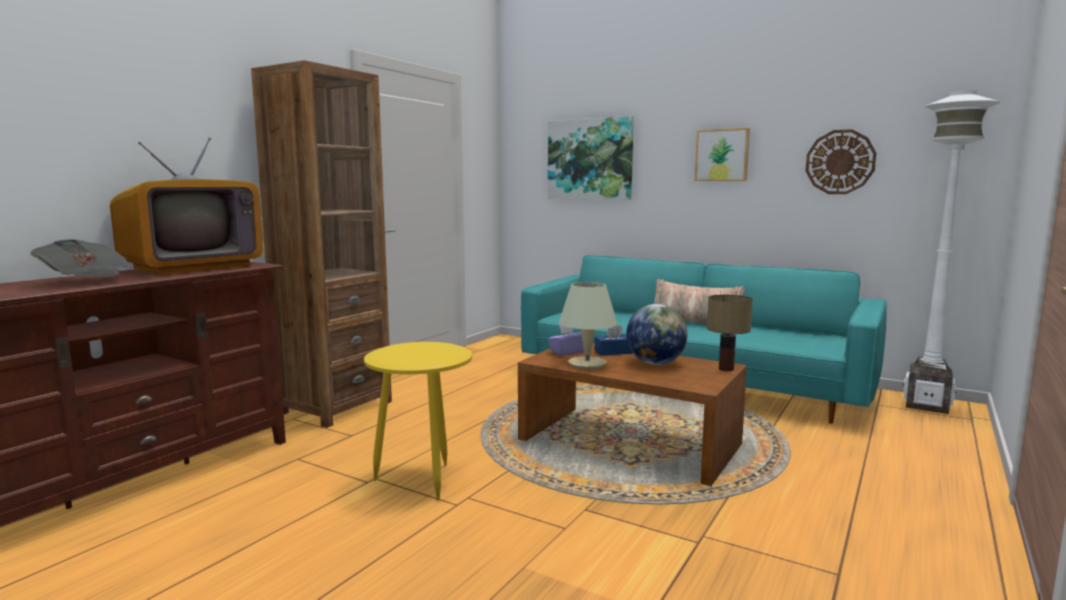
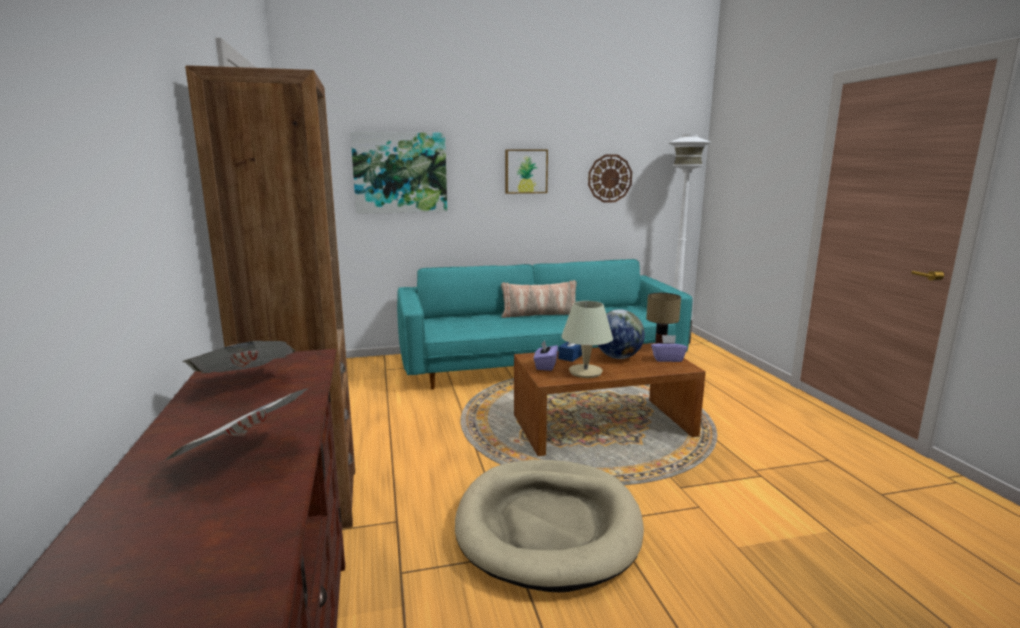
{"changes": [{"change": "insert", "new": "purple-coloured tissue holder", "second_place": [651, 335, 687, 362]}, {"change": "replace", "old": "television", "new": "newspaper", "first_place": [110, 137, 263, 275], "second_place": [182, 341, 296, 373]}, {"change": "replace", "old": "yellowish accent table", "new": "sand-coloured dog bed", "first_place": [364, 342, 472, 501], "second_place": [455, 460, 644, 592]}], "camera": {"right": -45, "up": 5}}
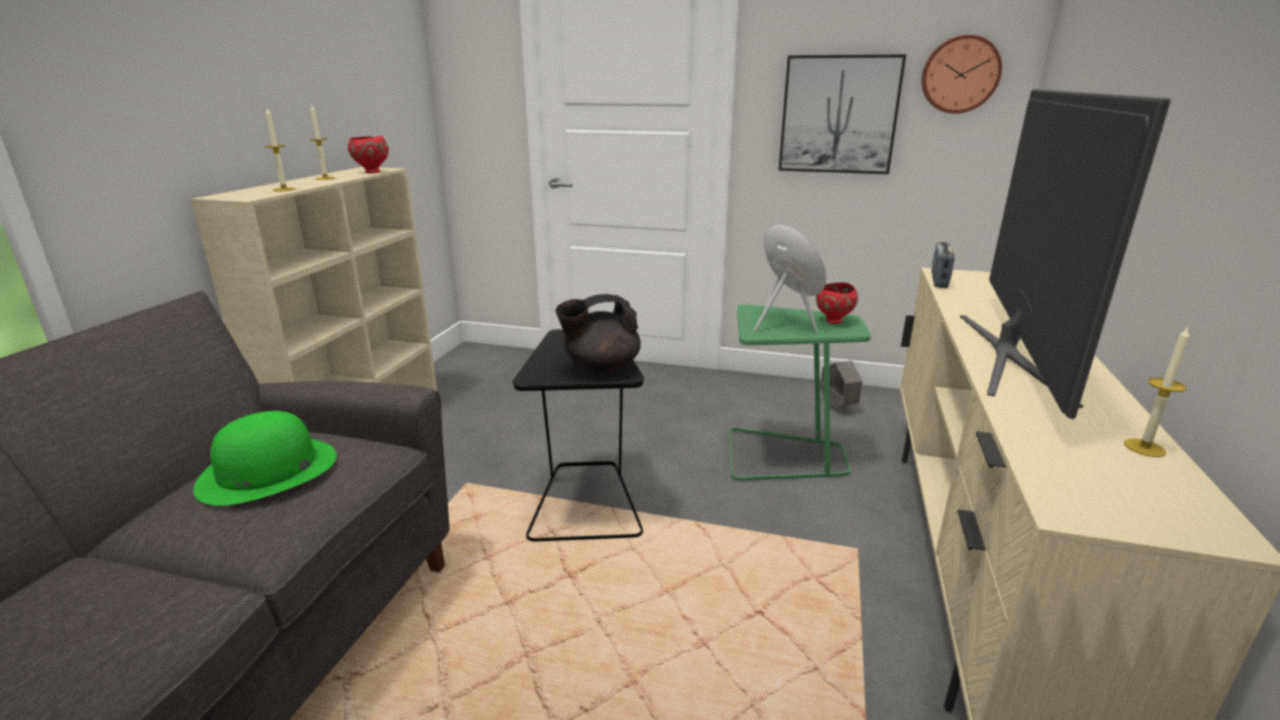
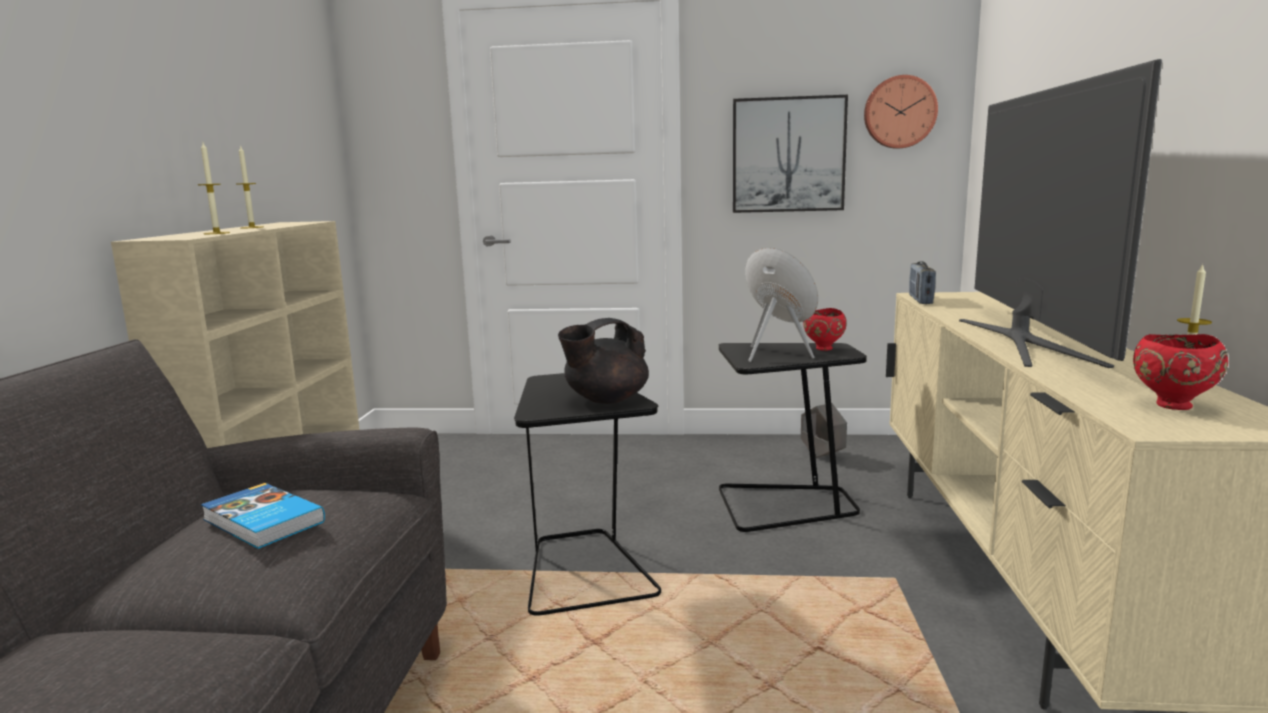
{"changes": [{"change": "move", "old": "red bowl", "first_place": [348, 136, 389, 173], "second_place": [1133, 334, 1228, 410]}, {"change": "replace", "old": "green hat", "new": "bound book", "first_place": [193, 411, 337, 505], "second_place": [201, 483, 325, 549]}, {"change": "recolor", "old": "green accent table", "new": "black accent table", "first_place": [729, 304, 871, 481], "second_place": [719, 343, 867, 532]}], "camera": {"right": -10, "up": -10}}
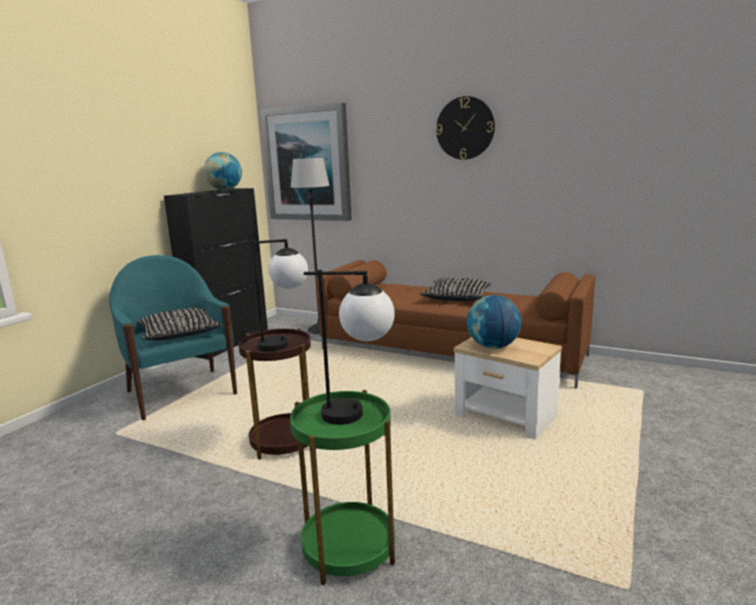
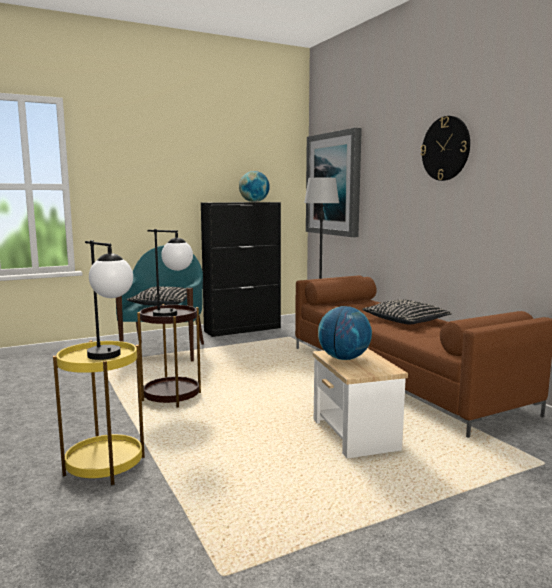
{"changes": [{"change": "recolor", "old": "green accent table", "new": "yellowish accent table", "first_place": [290, 390, 395, 585], "second_place": [53, 340, 145, 485]}], "camera": {"right": 35, "up": -5}}
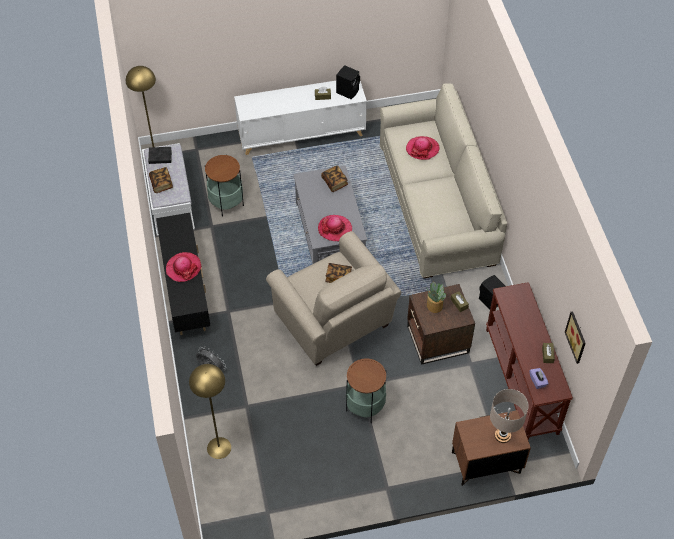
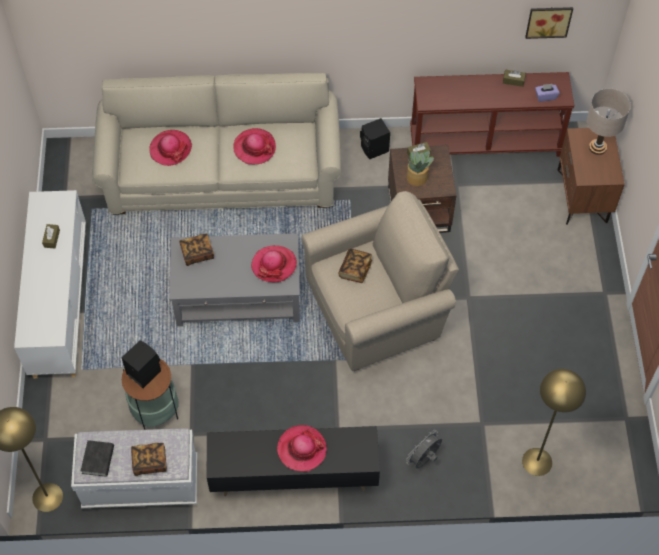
{"changes": [{"change": "delete", "old": "accent table", "first_place": [346, 358, 386, 423]}, {"change": "insert", "new": "hat", "second_place": [233, 128, 276, 165]}, {"change": "move", "old": "black audio speaker", "first_place": [336, 65, 360, 99], "second_place": [121, 340, 161, 388]}], "camera": {"right": -80, "up": 5}}
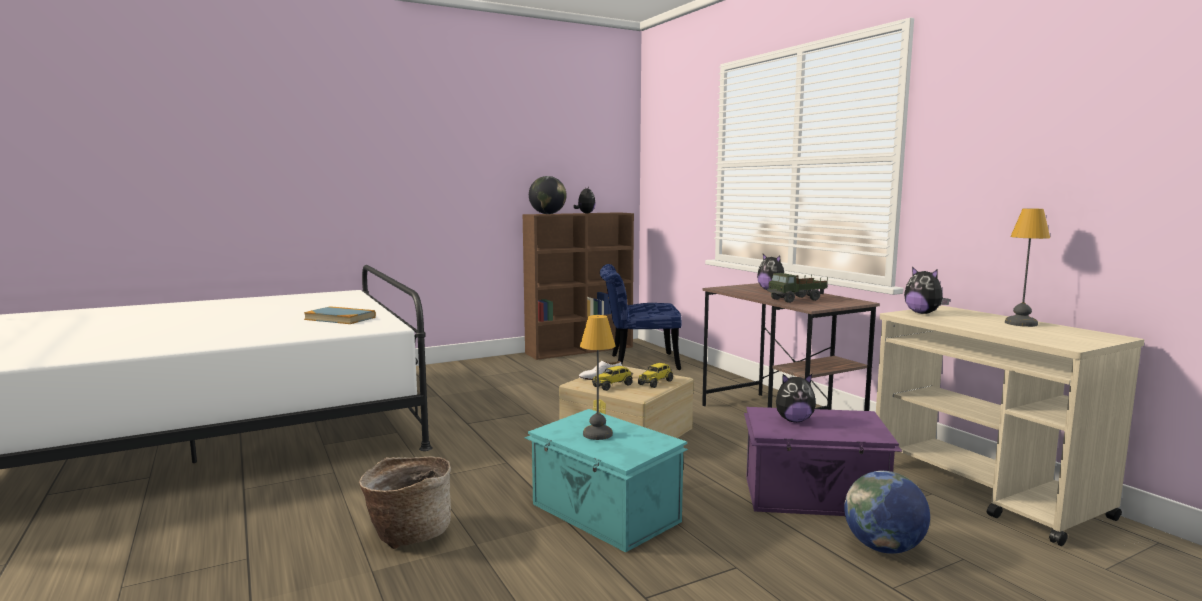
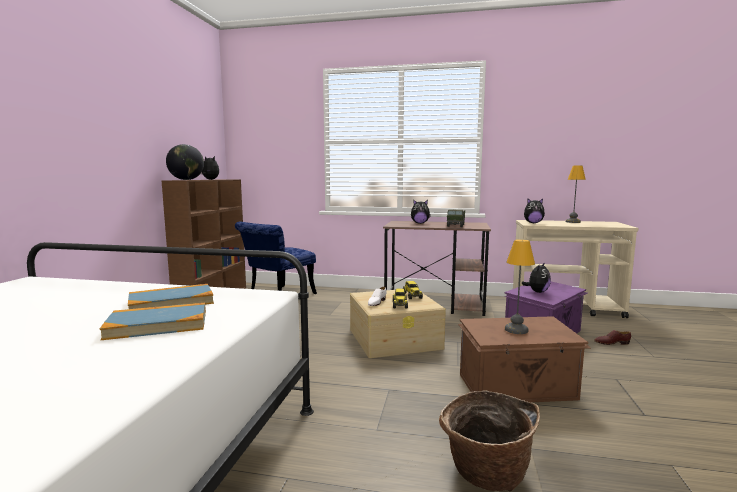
{"changes": [{"change": "insert", "new": "bound book", "second_place": [100, 303, 206, 340]}, {"change": "replace", "old": "desk globe", "new": "brownish shoe", "first_place": [844, 471, 930, 554], "second_place": [594, 330, 631, 345]}, {"change": "recolor", "old": "turquoise-coloured storage bin", "new": "brownish storage bin", "first_place": [524, 409, 688, 552], "second_place": [458, 316, 591, 402]}], "camera": {"right": -50, "up": 0}}
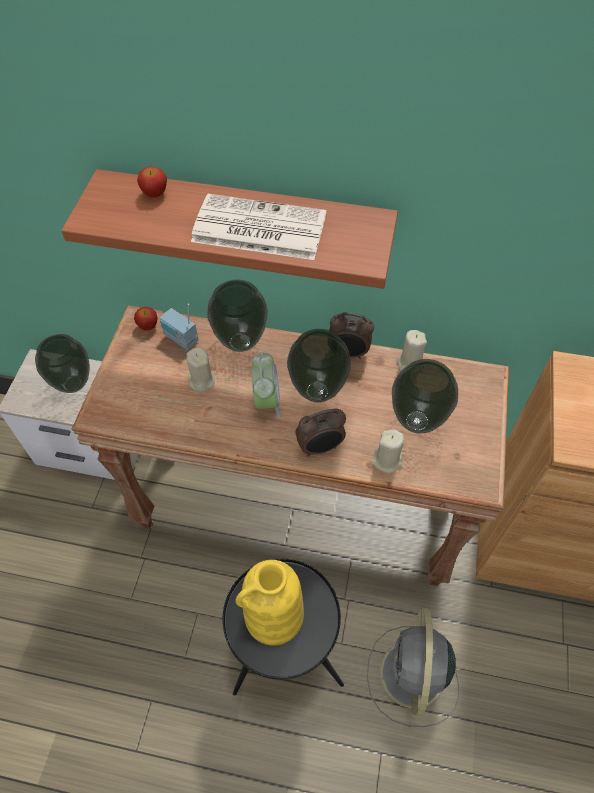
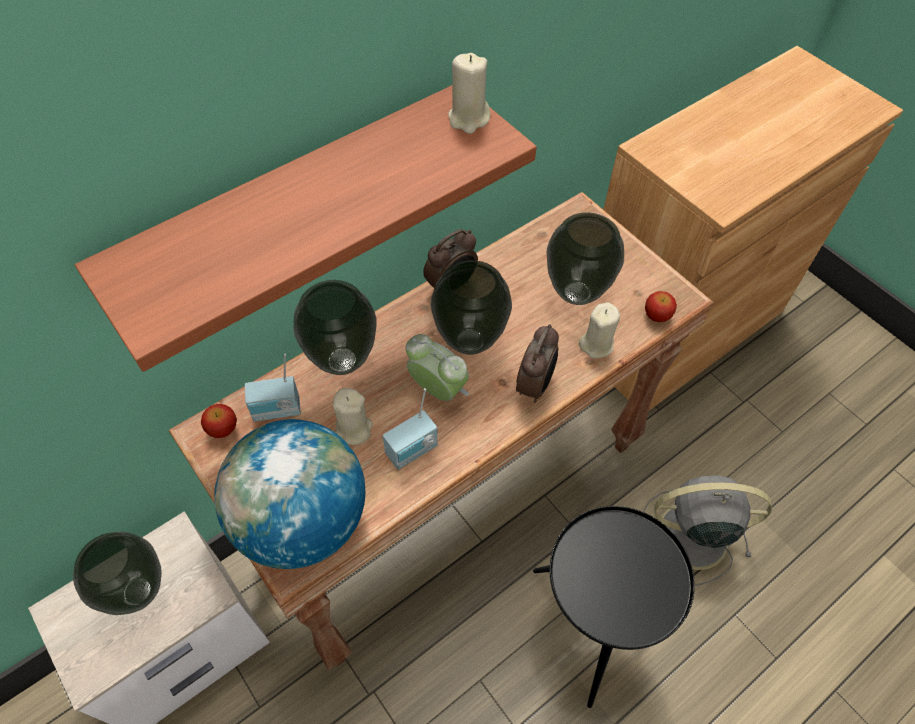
{"changes": [{"change": "delete", "old": "newspaper", "first_place": [191, 194, 326, 260]}, {"change": "delete", "old": "yellowish flower vase", "first_place": [236, 560, 304, 645]}, {"change": "insert", "new": "desk globe", "second_place": [214, 419, 365, 569]}, {"change": "insert", "new": "radio set", "second_place": [383, 388, 438, 470]}, {"change": "move", "old": "apple fruit", "first_place": [137, 167, 167, 197], "second_place": [645, 291, 677, 322]}, {"change": "move", "old": "sand-coloured wax candle", "first_place": [396, 330, 427, 371], "second_place": [448, 53, 491, 134]}, {"change": "rotate", "old": "gray cooling fan", "first_place": [367, 608, 459, 727], "second_place": [643, 475, 772, 586], "degrees": 135}], "camera": {"right": -50, "up": 0}}
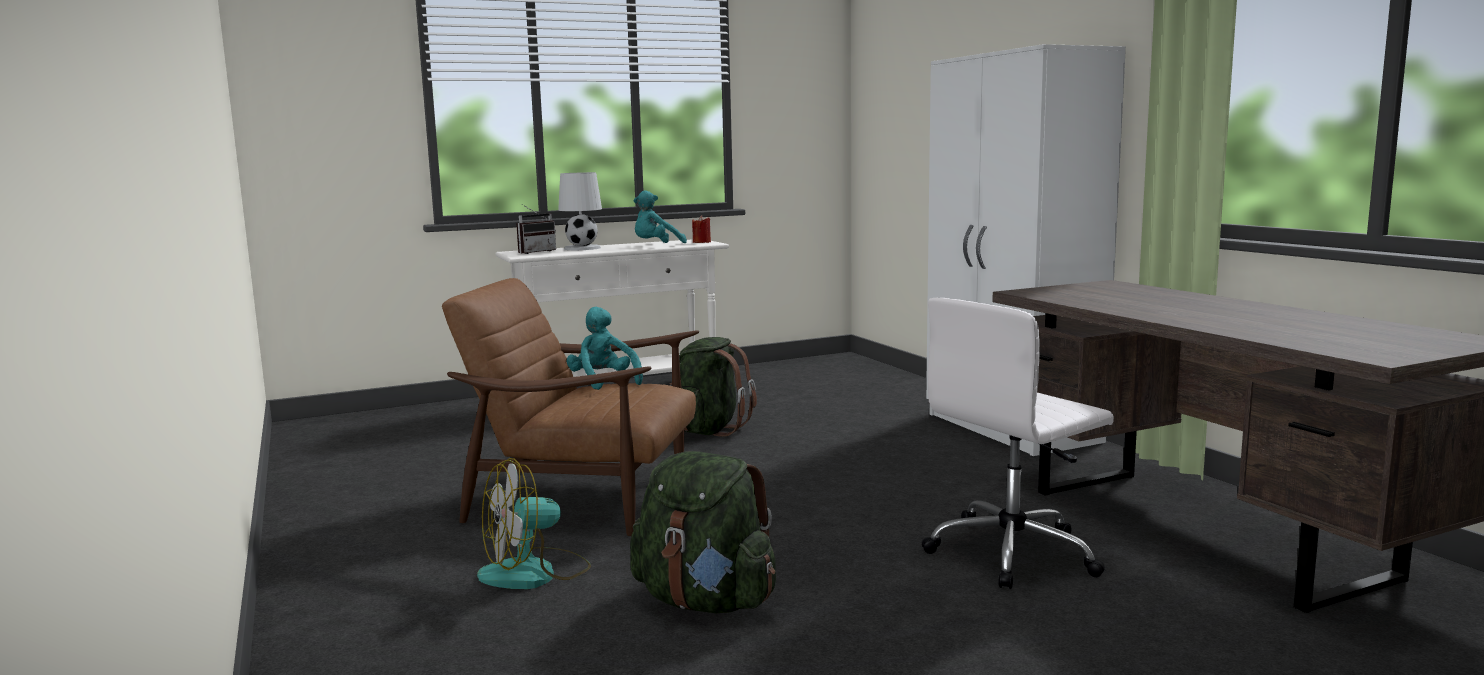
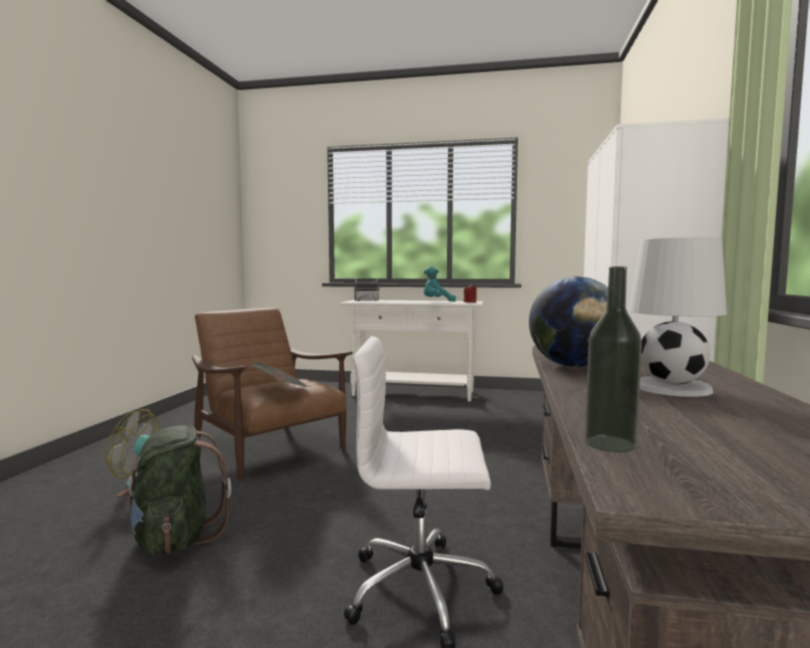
{"changes": [{"change": "delete", "old": "turquoise-coloured cuddly toy", "first_place": [566, 307, 643, 390]}, {"change": "delete", "old": "green rucksack", "first_place": [670, 337, 757, 437]}, {"change": "insert", "new": "newspaper", "second_place": [250, 363, 310, 387]}, {"change": "insert", "new": "desk globe", "second_place": [529, 276, 608, 367]}, {"change": "insert", "new": "bottle", "second_place": [585, 267, 642, 452]}, {"change": "move", "old": "white-coloured lamp for a table", "first_place": [558, 172, 602, 250], "second_place": [629, 237, 727, 397]}], "camera": {"right": 35, "up": -5}}
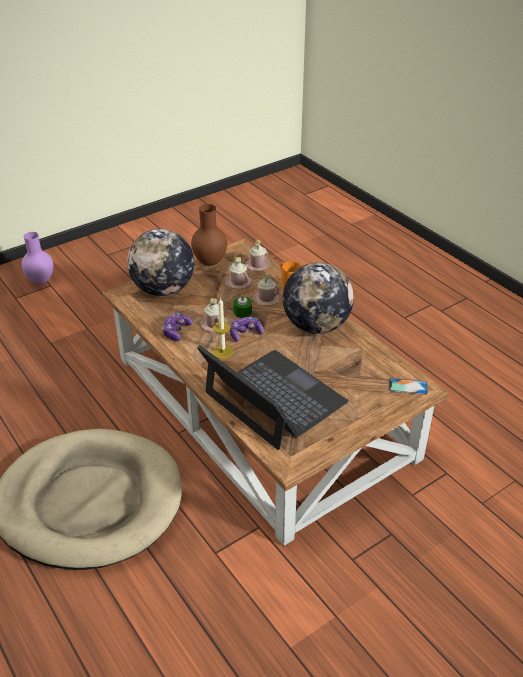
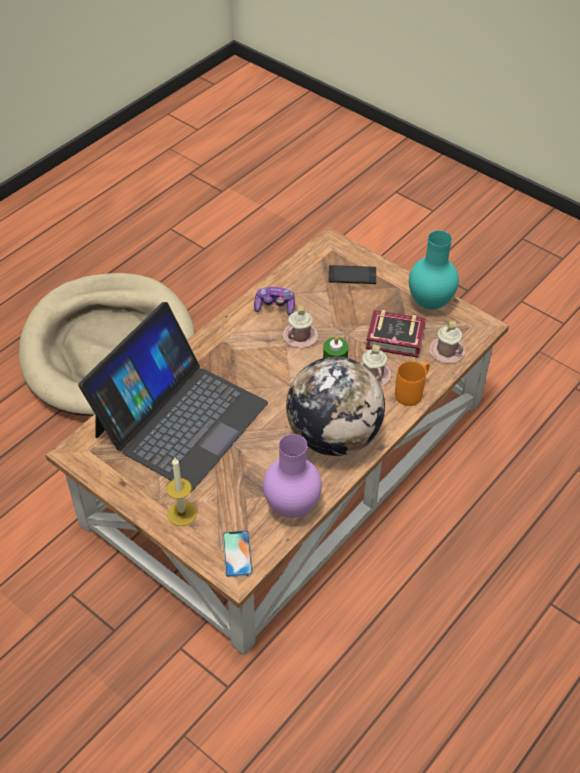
{"changes": [{"change": "delete", "old": "game controller", "first_place": [230, 317, 264, 342]}, {"change": "move", "old": "purple-coloured flower vase", "first_place": [21, 232, 54, 284], "second_place": [263, 434, 322, 518]}, {"change": "move", "old": "wax candle", "first_place": [213, 299, 233, 359], "second_place": [166, 458, 197, 526]}, {"change": "replace", "old": "desk globe", "new": "handset", "first_place": [127, 229, 194, 296], "second_place": [329, 265, 376, 284]}, {"change": "replace", "old": "pink-coloured tea mug", "new": "bound book", "first_place": [226, 257, 251, 289], "second_place": [366, 310, 426, 358]}, {"change": "recolor", "old": "brownish flower vase", "new": "turquoise-coloured flower vase", "first_place": [191, 204, 227, 266], "second_place": [409, 230, 459, 310]}], "camera": {"right": 75, "up": 10}}
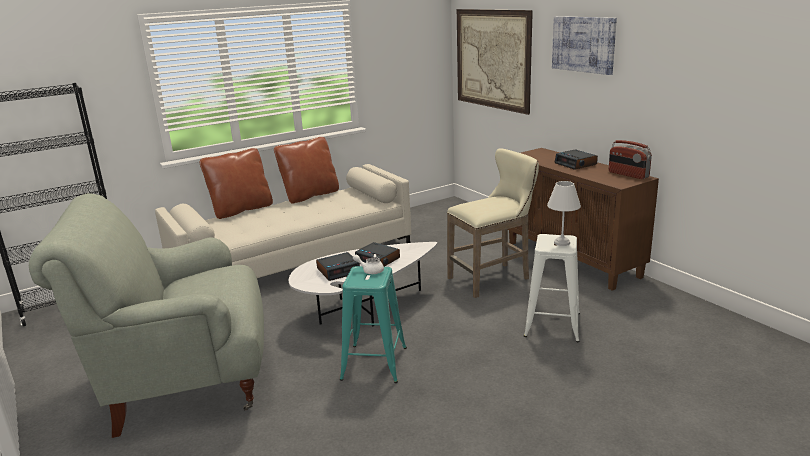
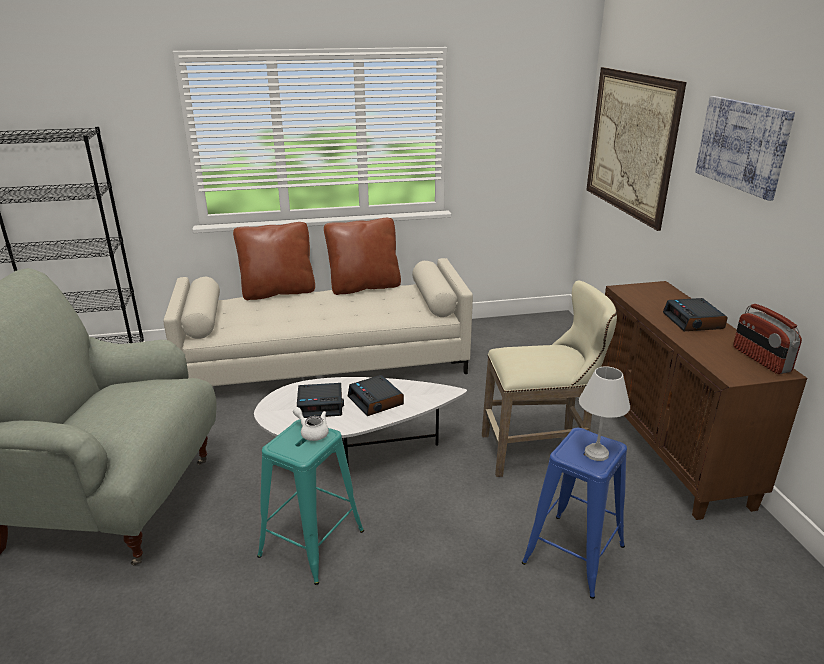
{"changes": [{"change": "recolor", "old": "white-coloured stool", "new": "bluish stool", "first_place": [524, 234, 580, 342], "second_place": [522, 428, 627, 599]}], "camera": {"right": 20, "up": 5}}
